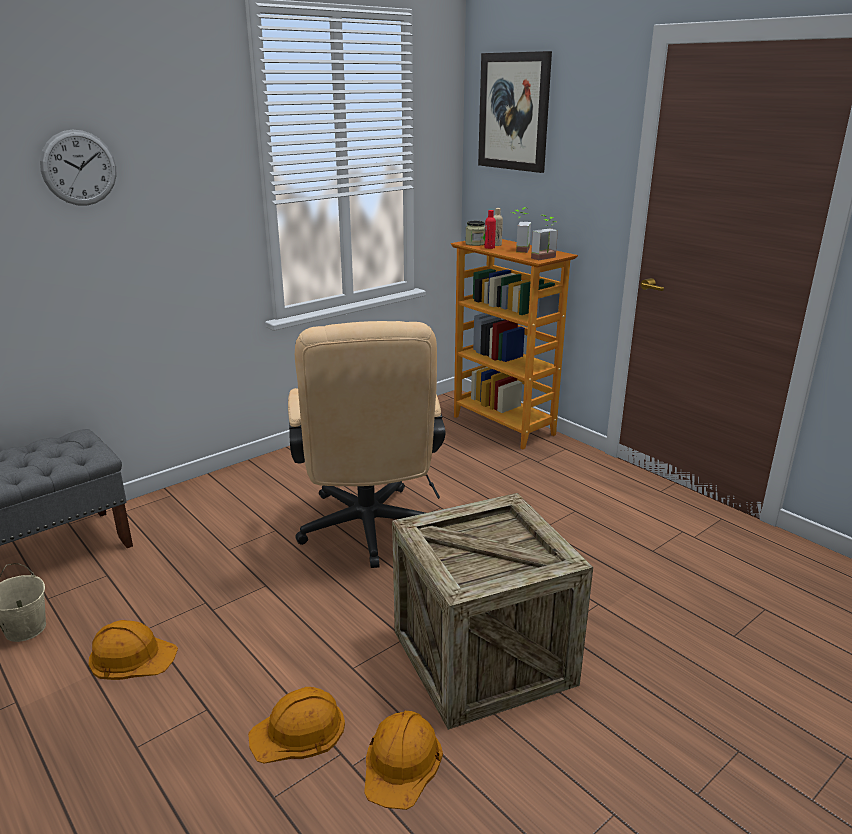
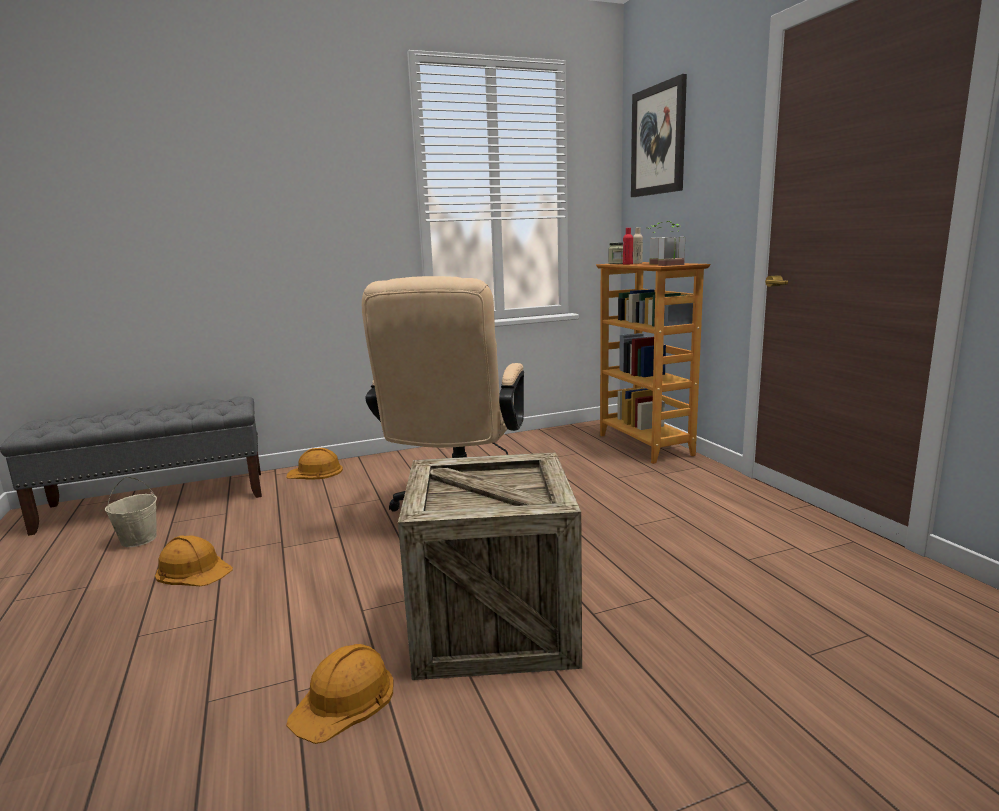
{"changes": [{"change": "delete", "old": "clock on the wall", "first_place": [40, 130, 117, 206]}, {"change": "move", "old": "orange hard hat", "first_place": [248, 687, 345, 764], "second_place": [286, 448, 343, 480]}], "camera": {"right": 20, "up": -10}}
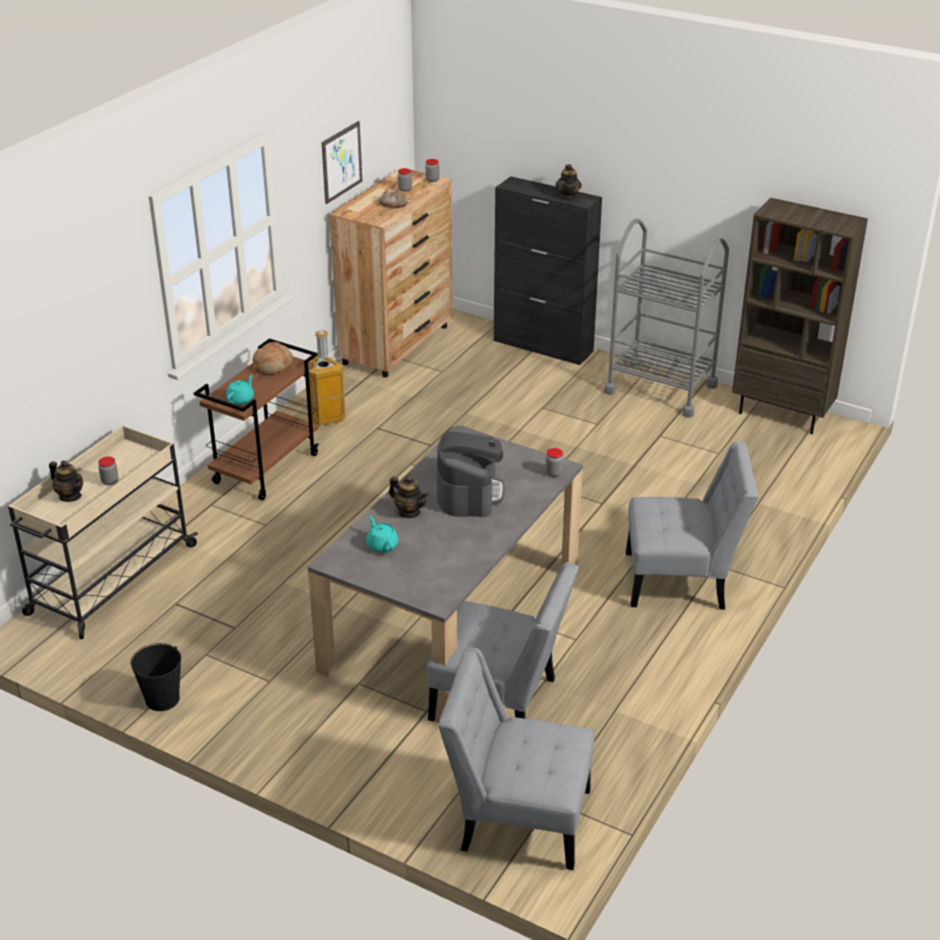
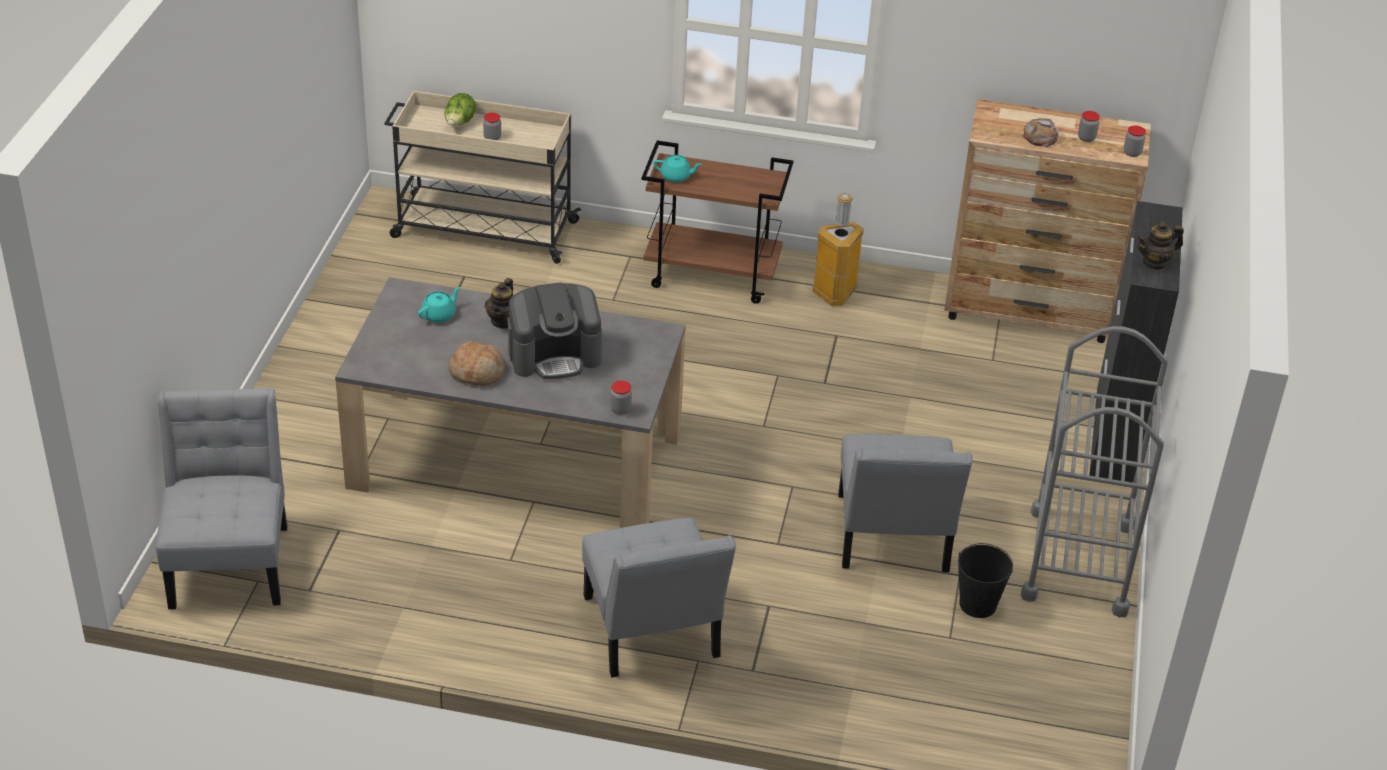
{"changes": [{"change": "delete", "old": "wall art", "first_place": [322, 121, 362, 204]}, {"change": "delete", "old": "brownish bookshelf", "first_place": [732, 198, 868, 434]}, {"change": "move", "old": "black water bucket", "first_place": [131, 643, 181, 711], "second_place": [958, 543, 1013, 618]}, {"change": "move", "old": "baked bread", "first_place": [252, 342, 293, 375], "second_place": [448, 341, 505, 386]}, {"change": "move", "old": "gray upright chair", "first_place": [427, 562, 579, 721], "second_place": [838, 434, 973, 572]}, {"change": "replace", "old": "teapot", "new": "head of lettuce", "first_place": [49, 460, 83, 502], "second_place": [444, 93, 477, 126]}], "camera": {"right": 70, "up": 5}}
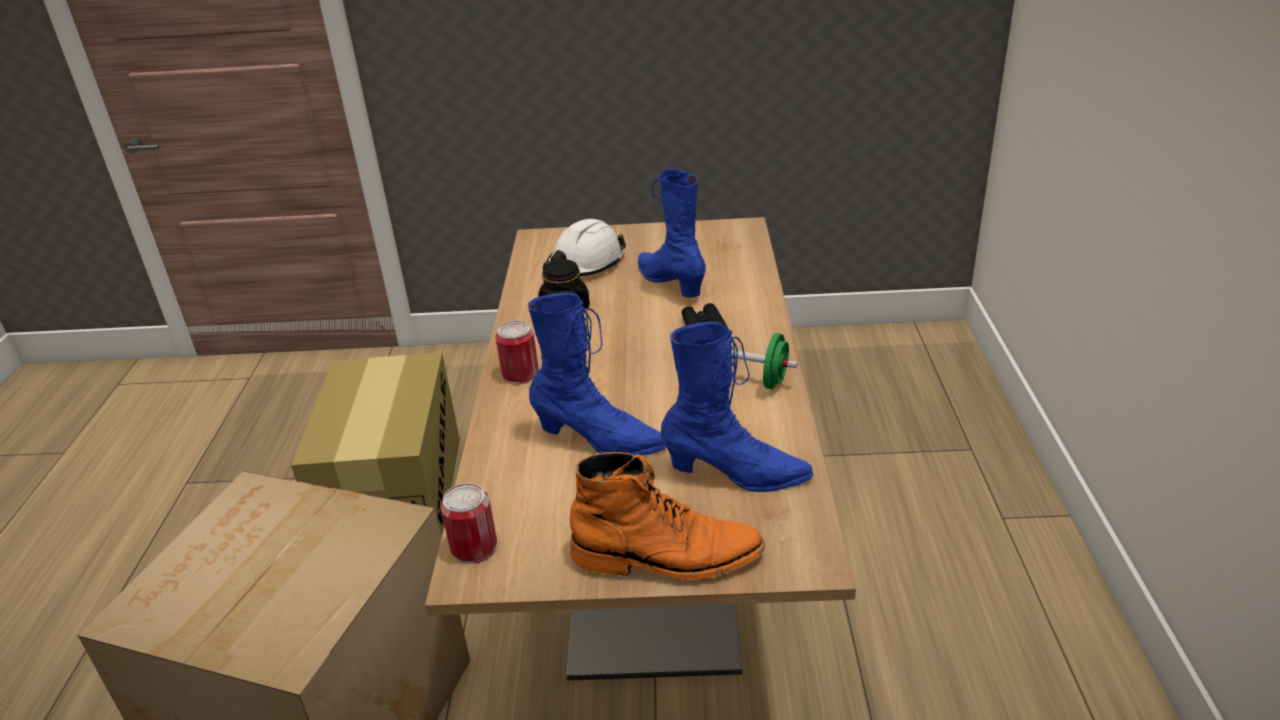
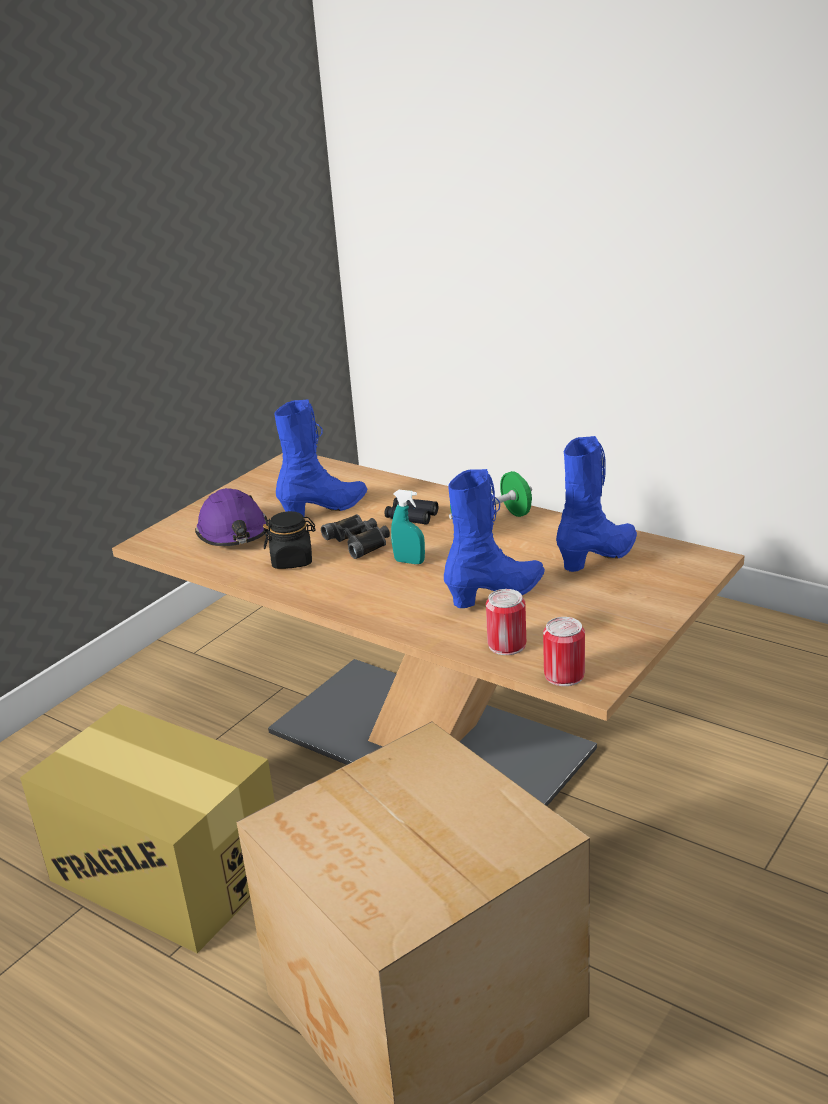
{"changes": [{"change": "delete", "old": "orange boot", "first_place": [570, 452, 765, 580]}, {"change": "insert", "new": "black binoculars", "second_place": [321, 514, 390, 559]}, {"change": "insert", "new": "turquoise-coloured hand sprayer", "second_place": [391, 490, 425, 564]}, {"change": "move", "old": "sealed can", "first_place": [495, 321, 538, 384], "second_place": [486, 589, 526, 655]}, {"change": "recolor", "old": "white-coloured hard hat", "new": "purple-coloured hard hat", "first_place": [546, 219, 626, 276], "second_place": [195, 488, 269, 546]}, {"change": "rotate", "old": "bluish boot", "first_place": [638, 168, 706, 298], "second_place": [275, 399, 367, 517], "degrees": 135}], "camera": {"right": -55, "up": -5}}
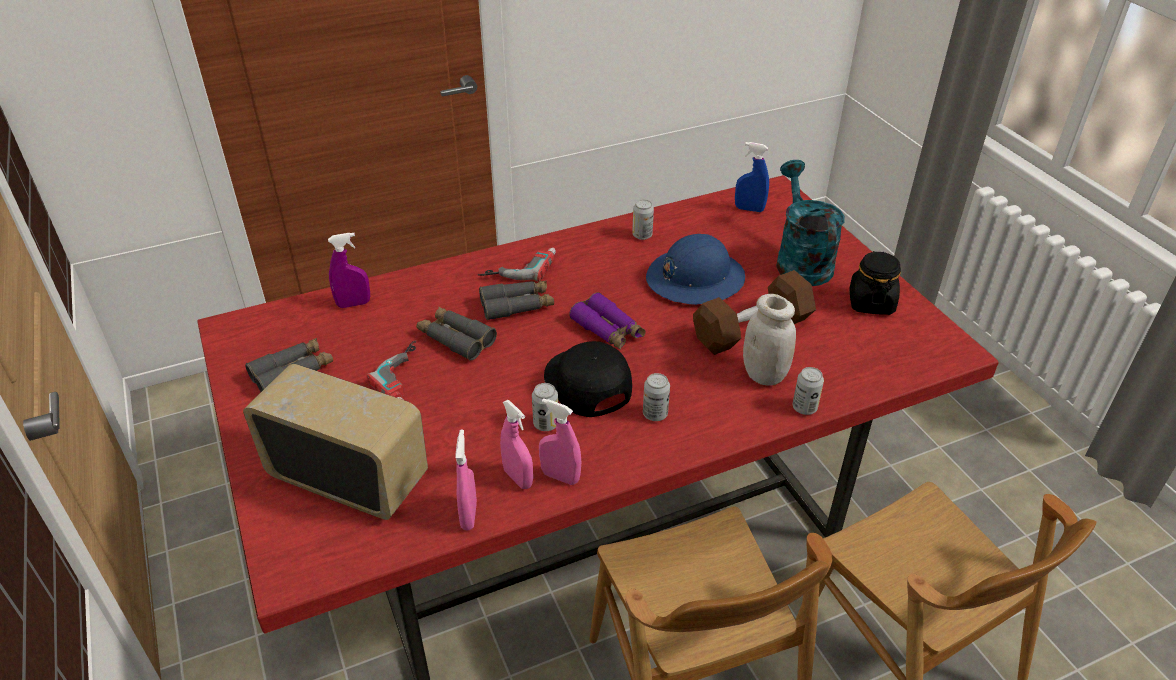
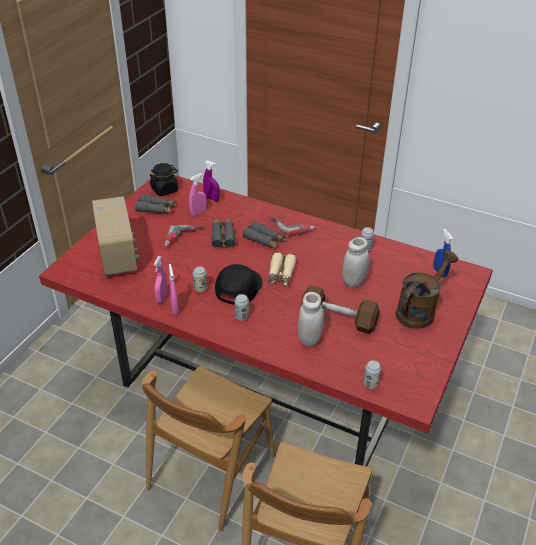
{"changes": [{"change": "move", "old": "pink-coloured hand sprayer", "first_place": [455, 429, 477, 531], "second_place": [189, 173, 206, 216]}, {"change": "move", "old": "sealed can", "first_place": [793, 367, 824, 415], "second_place": [363, 360, 381, 389]}, {"change": "move", "old": "black storage jar", "first_place": [849, 251, 901, 315], "second_place": [150, 163, 178, 196]}, {"change": "replace", "old": "bluish hard hat", "new": "white-coloured storage jar", "first_place": [646, 234, 745, 305], "second_place": [342, 237, 369, 288]}, {"change": "recolor", "old": "purple-coloured binoculars", "new": "sand-coloured binoculars", "first_place": [569, 292, 646, 350], "second_place": [268, 252, 297, 286]}, {"change": "recolor", "old": "turquoise-coloured watering can", "new": "brownish watering can", "first_place": [776, 160, 845, 286], "second_place": [396, 250, 458, 329]}], "camera": {"right": 50, "up": 0}}
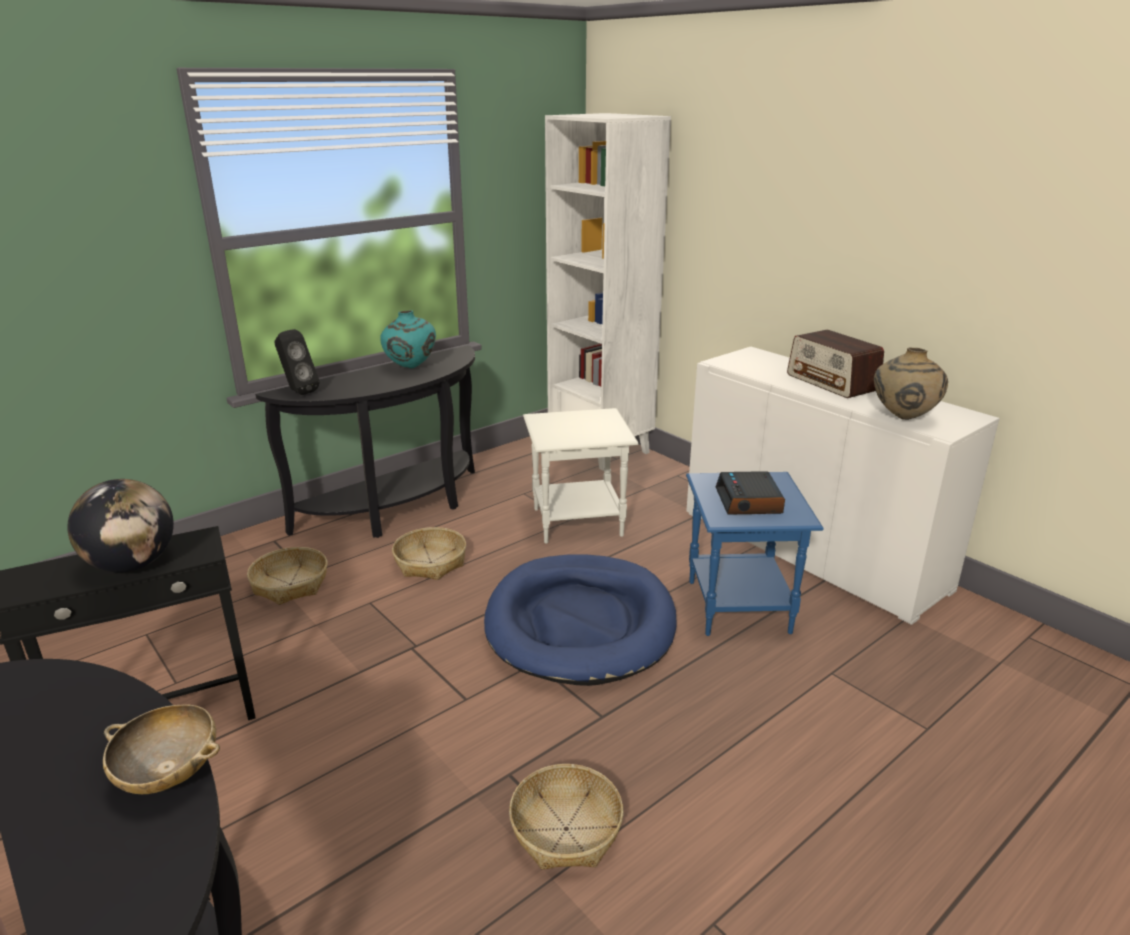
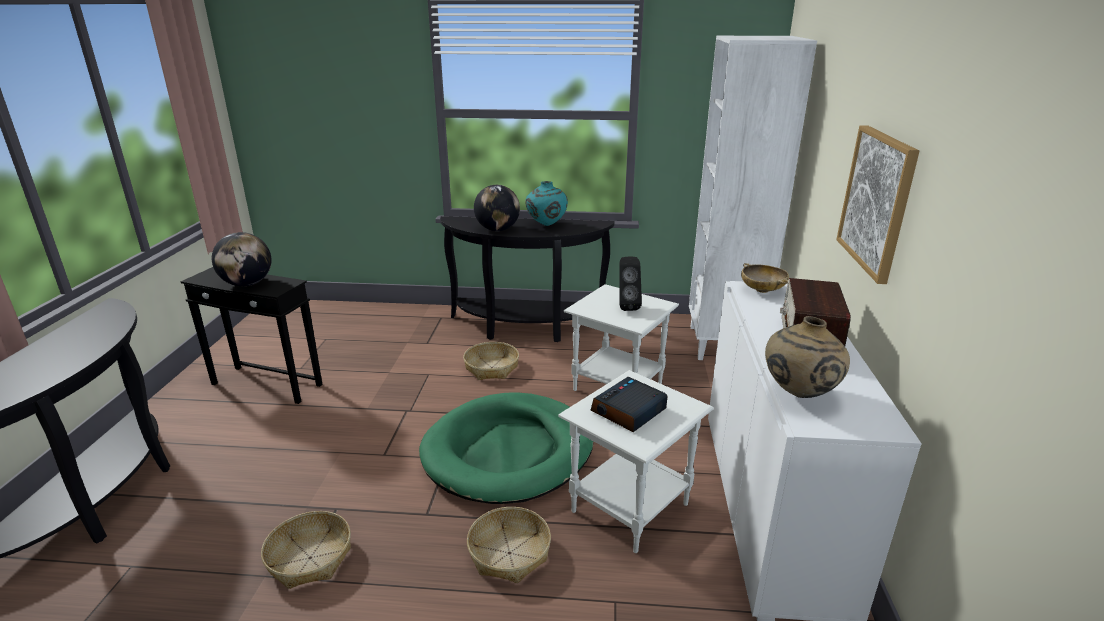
{"changes": [{"change": "insert", "new": "desk globe", "second_place": [474, 185, 520, 231]}, {"change": "insert", "new": "wall art", "second_place": [836, 125, 919, 284]}, {"change": "move", "old": "sand-coloured bowl", "first_place": [103, 704, 220, 794], "second_place": [741, 263, 789, 293]}, {"change": "move", "old": "basket", "first_place": [247, 547, 327, 605], "second_place": [467, 507, 551, 583]}, {"change": "move", "old": "black audio speaker", "first_place": [274, 329, 320, 395], "second_place": [619, 257, 642, 311]}, {"change": "recolor", "old": "bluish dog bed", "new": "green dog bed", "first_place": [484, 554, 677, 686], "second_place": [419, 392, 594, 504]}, {"change": "recolor", "old": "bluish accent table", "new": "white-coloured accent table", "first_place": [686, 472, 824, 636], "second_place": [558, 370, 714, 553]}], "camera": {"right": 45, "up": 0}}
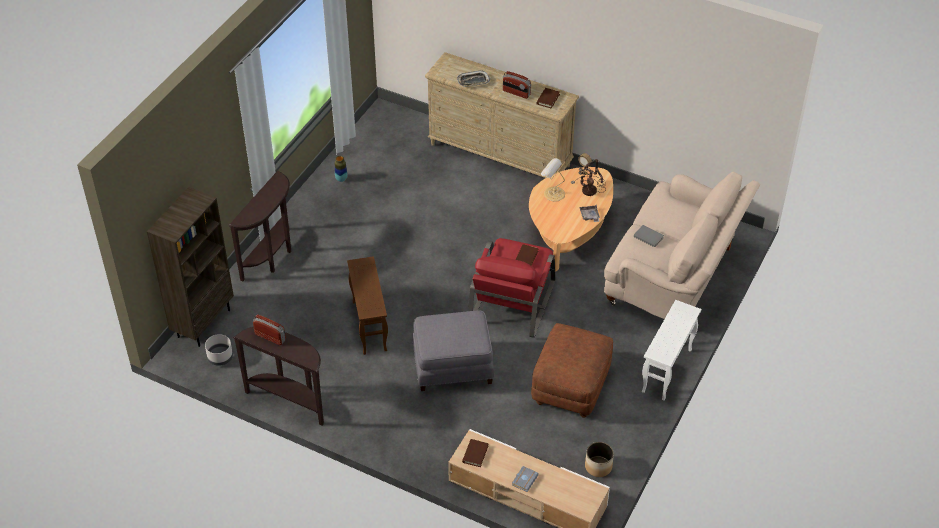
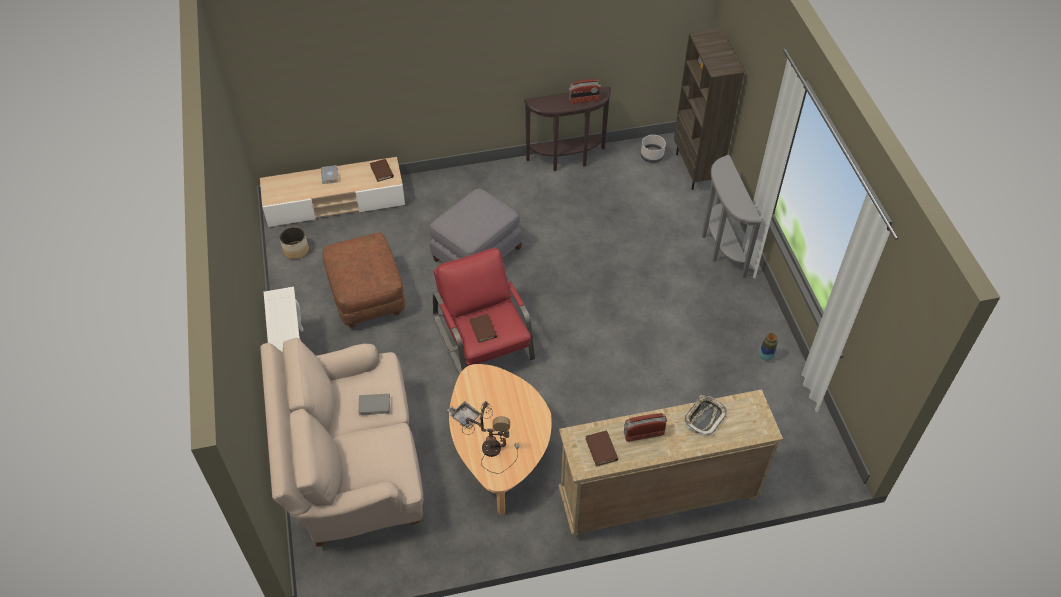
{"changes": [{"change": "delete", "old": "brownish accent table", "first_place": [347, 256, 388, 355]}, {"change": "delete", "old": "lamp for a table", "first_place": [541, 158, 565, 201]}, {"change": "recolor", "old": "brownish hall table", "new": "gray hall table", "first_place": [229, 171, 291, 281], "second_place": [702, 155, 762, 278]}], "camera": {"right": 140, "up": 5}}
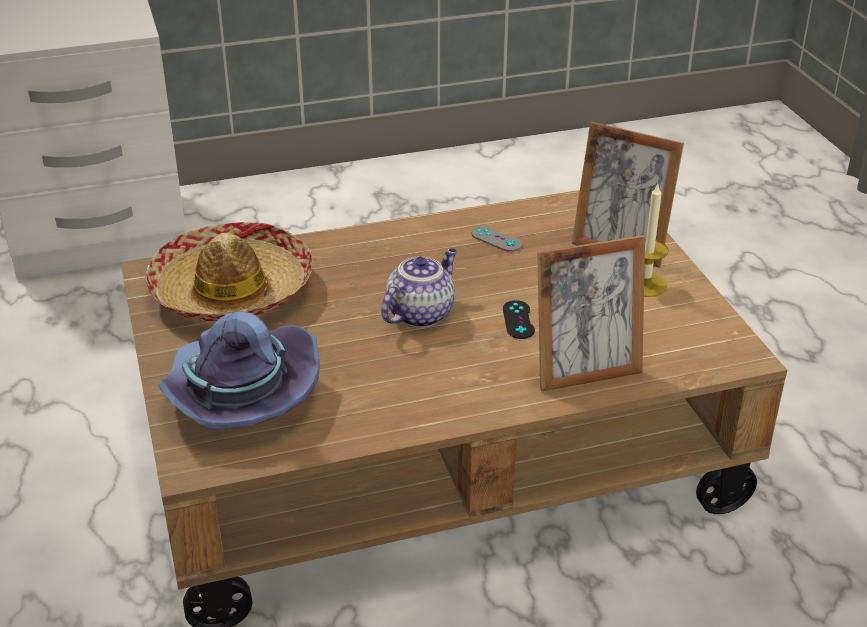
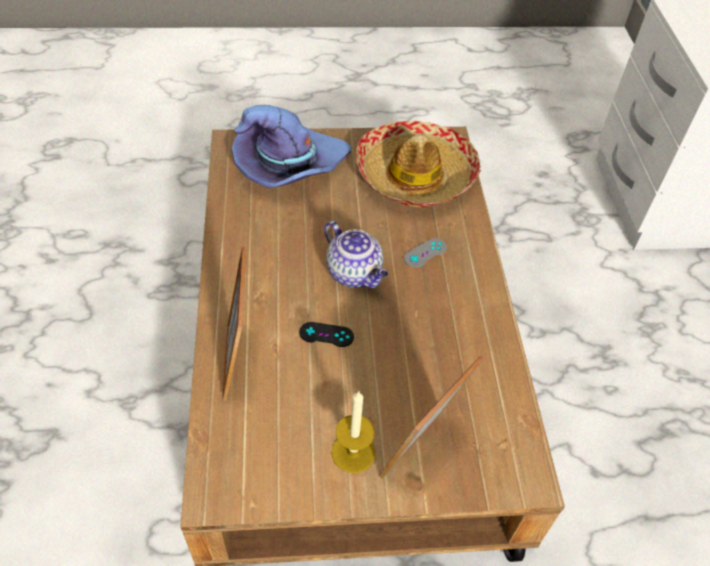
{"changes": [{"change": "move", "old": "gray game controller", "first_place": [471, 226, 523, 252], "second_place": [404, 238, 447, 268]}], "camera": {"right": 100, "up": 15}}
